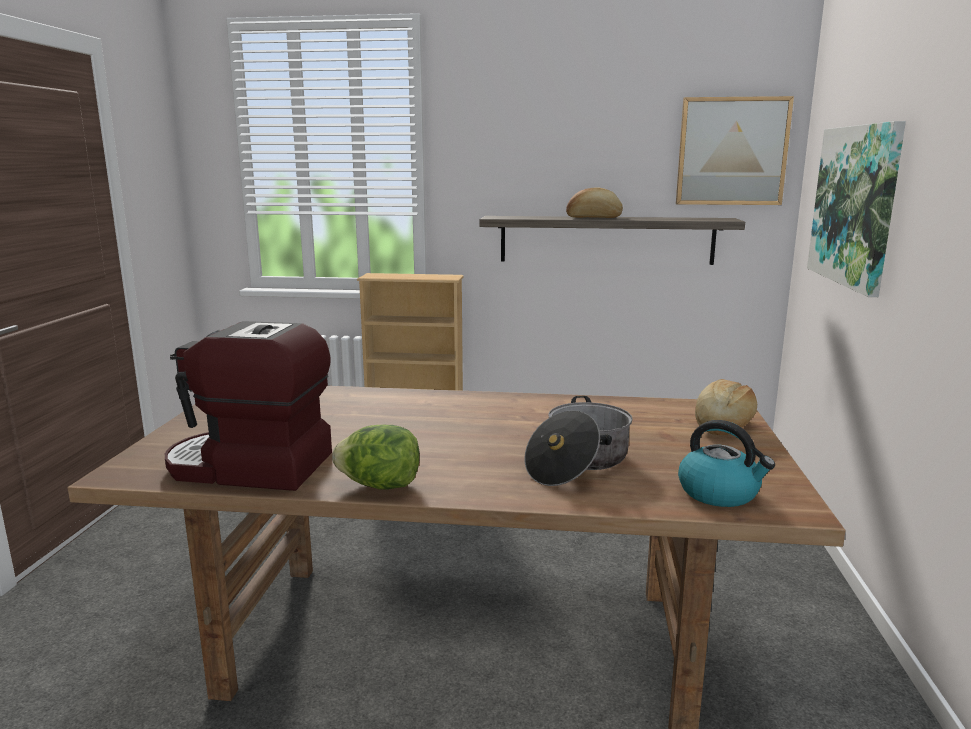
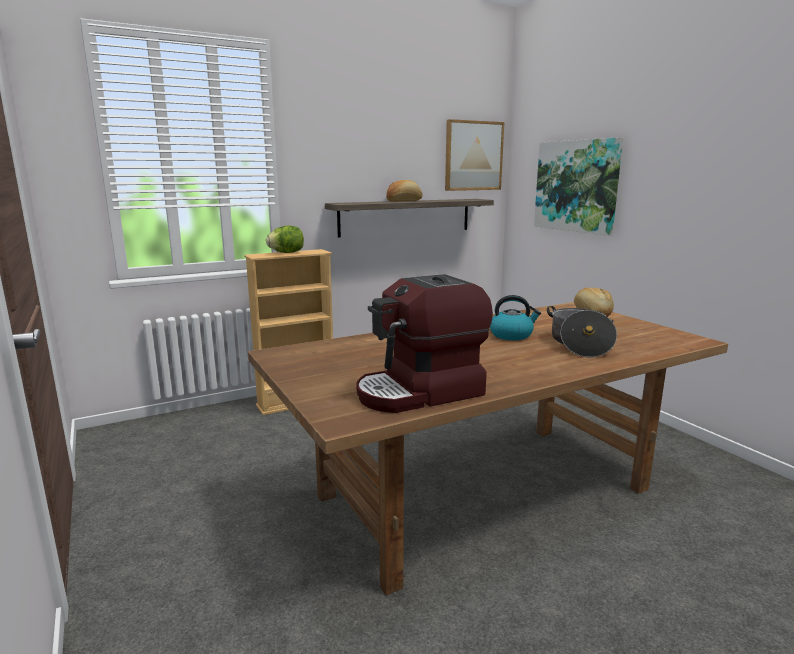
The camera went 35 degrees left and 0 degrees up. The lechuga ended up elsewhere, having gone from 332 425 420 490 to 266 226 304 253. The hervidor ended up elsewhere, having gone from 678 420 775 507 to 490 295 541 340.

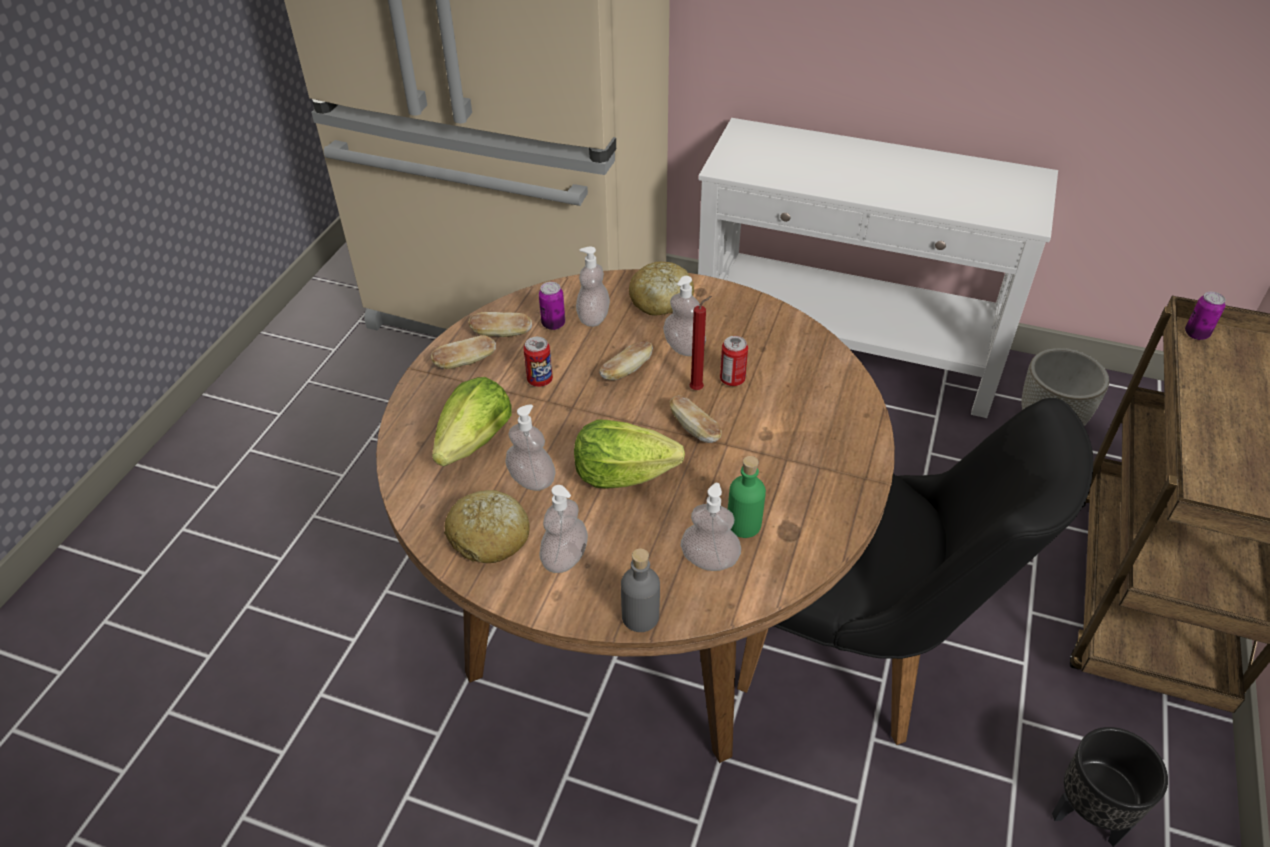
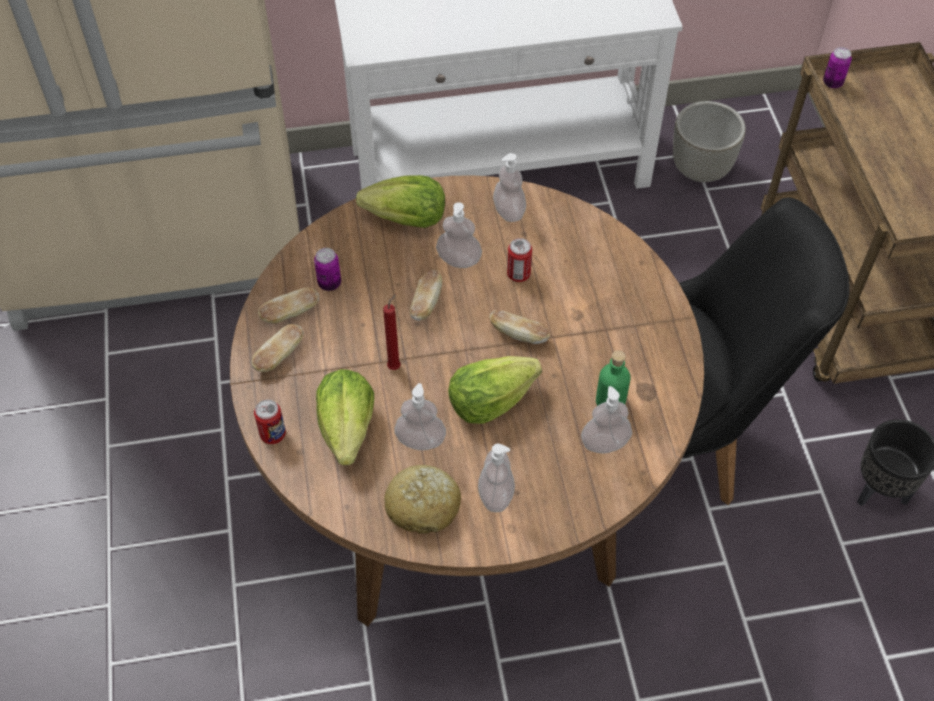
The camera went 30 degrees left and 10 degrees up. The lata ended up elsewhere, having gone from 523 337 553 387 to 254 400 286 444. The dispensador de jabón ended up elsewhere, having gone from 576 247 610 327 to 493 153 526 222. The second view lost the botella/gris at 621 549 660 632. Where the pan stood at 629 262 694 316, the lechuga came to stand at 356 175 445 228. The vela/rojo ended up elsewhere, having gone from 689 296 712 390 to 383 294 401 370.

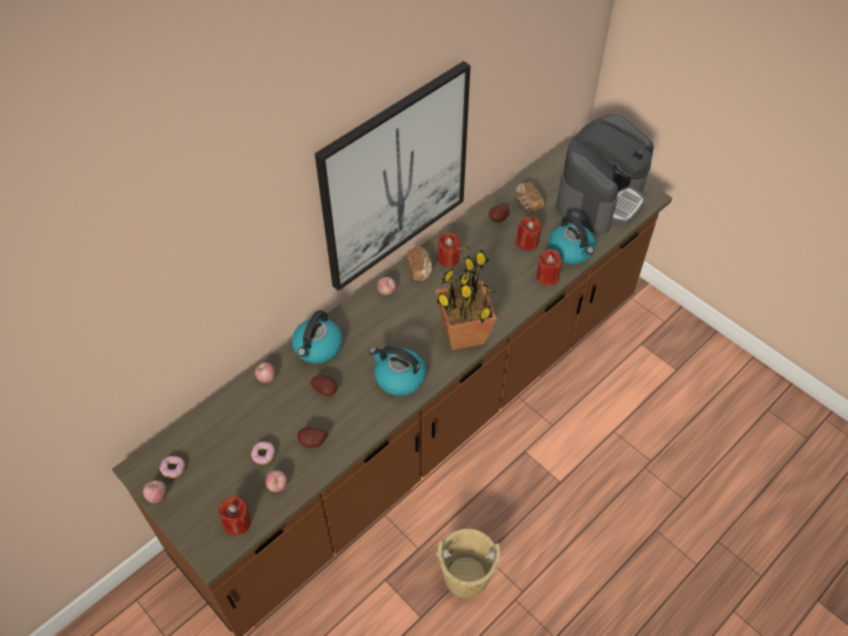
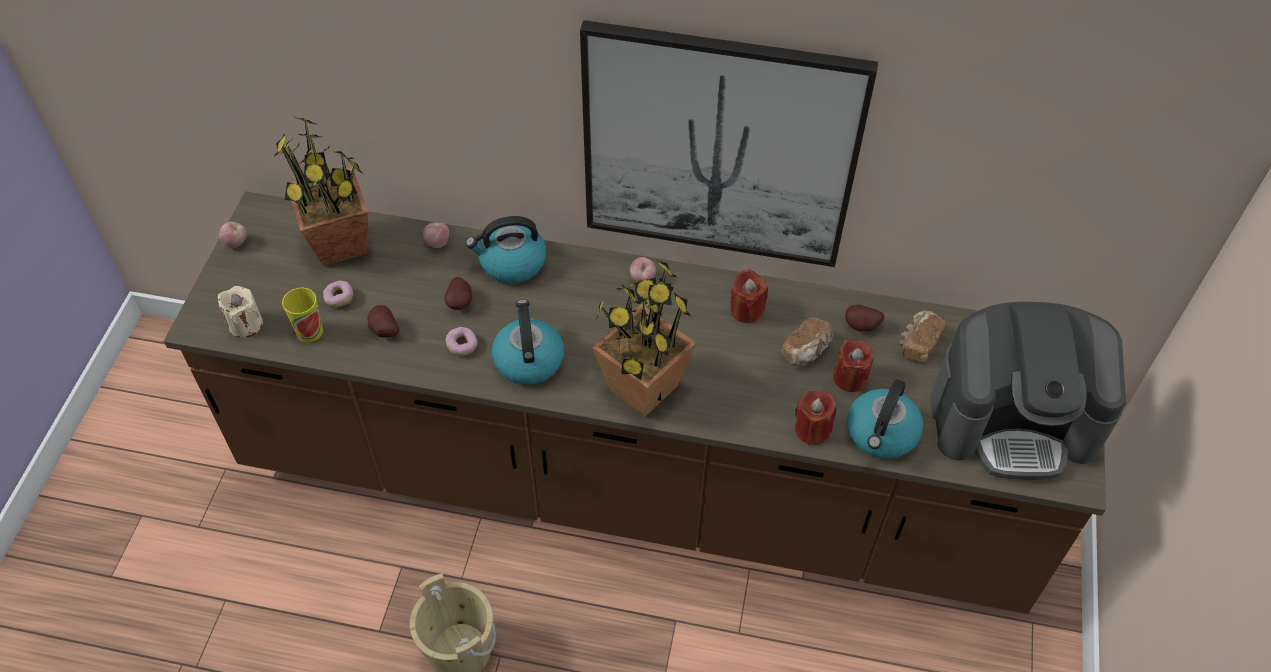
The camera went 55 degrees right and 0 degrees up. The rosquilla ended up elsewhere, having gone from 160 456 185 478 to 445 327 478 356. What was the vela/rojo at 218 496 251 536 turned into the vela/beis at 218 286 263 338. Where the manzana stood at 265 470 287 492, the taza came to stand at 282 287 323 342. The pan ended up elsewhere, having gone from 406 246 432 281 to 781 317 833 367. The second view gained the planta en maceta at 274 117 368 266.

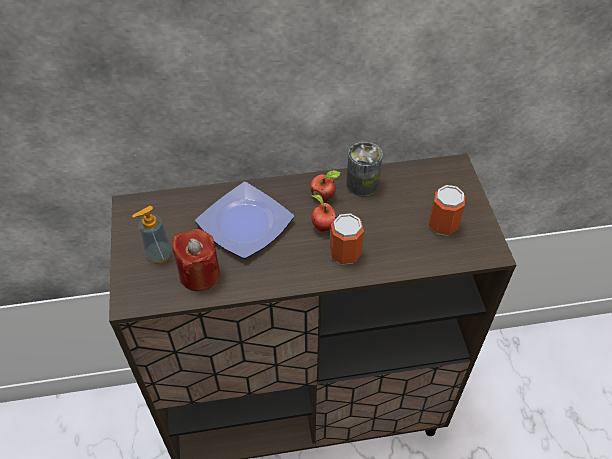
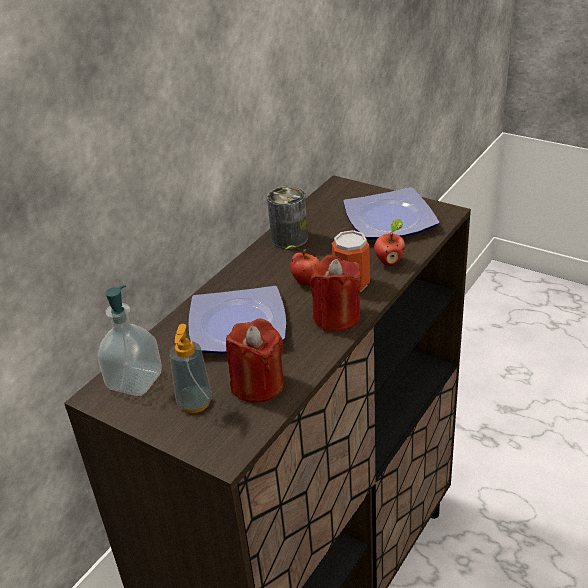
The camera went 45 degrees left and 15 degrees down. The manzana ended up elsewhere, having gone from 310 170 340 201 to 374 219 405 266. Where the lata stood at 429 185 465 236, the plato came to stand at 343 187 440 240. The second view gained the dispensador de jabón at 97 285 162 396. The second view gained the vela/rojo at 310 255 361 332.

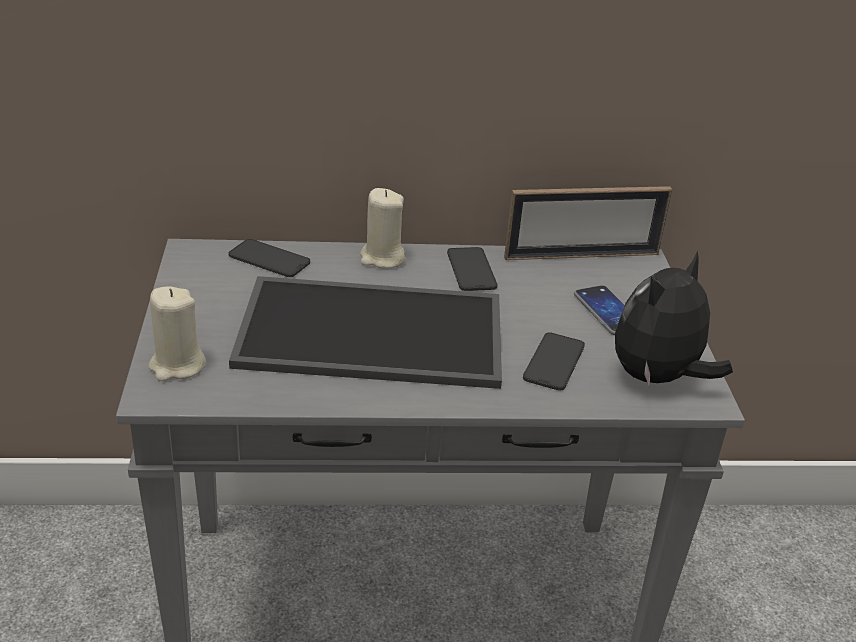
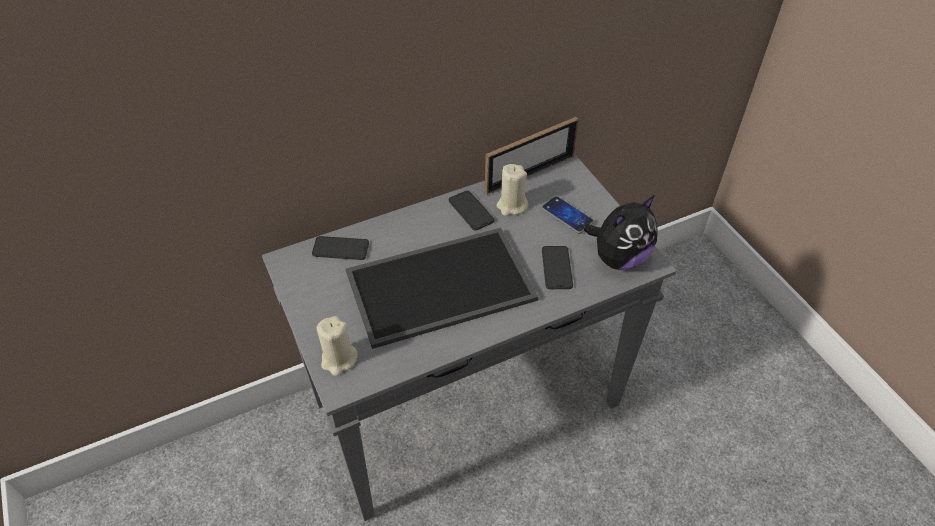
The camera went 20 degrees left and 15 degrees up. The vela/beis ended up elsewhere, having gone from 360 188 405 269 to 496 164 528 216. The peluche at 615 251 733 388 ended up facing another way, 150 degrees counterclockwise from before.

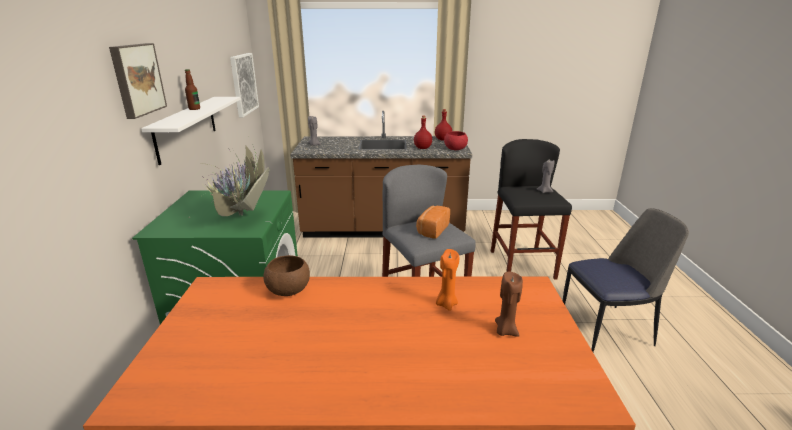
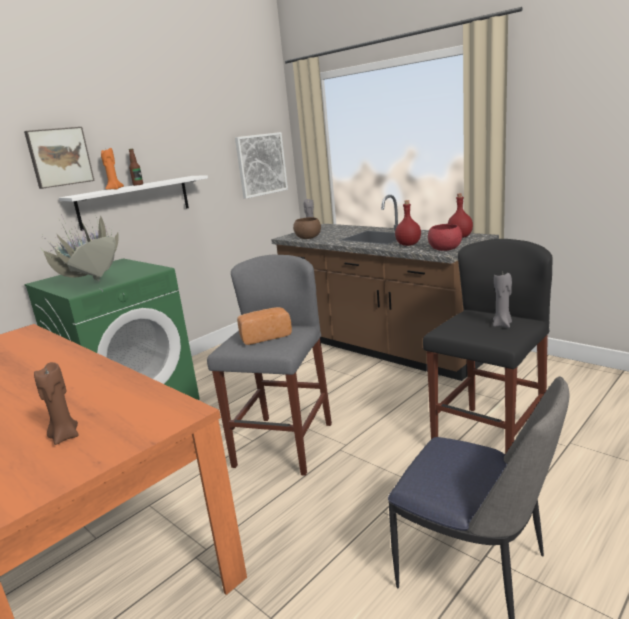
The camera went 45 degrees right and 5 degrees down. The cuenco/marrón ended up elsewhere, having gone from 263 255 310 296 to 293 217 321 239. The vela/naranja ended up elsewhere, having gone from 436 249 459 311 to 101 148 124 190.

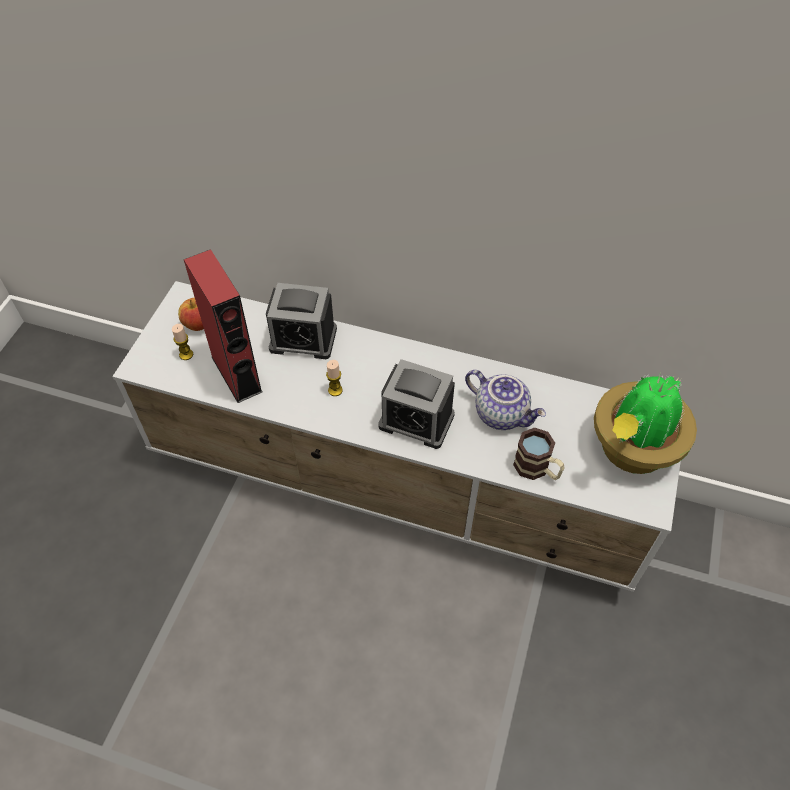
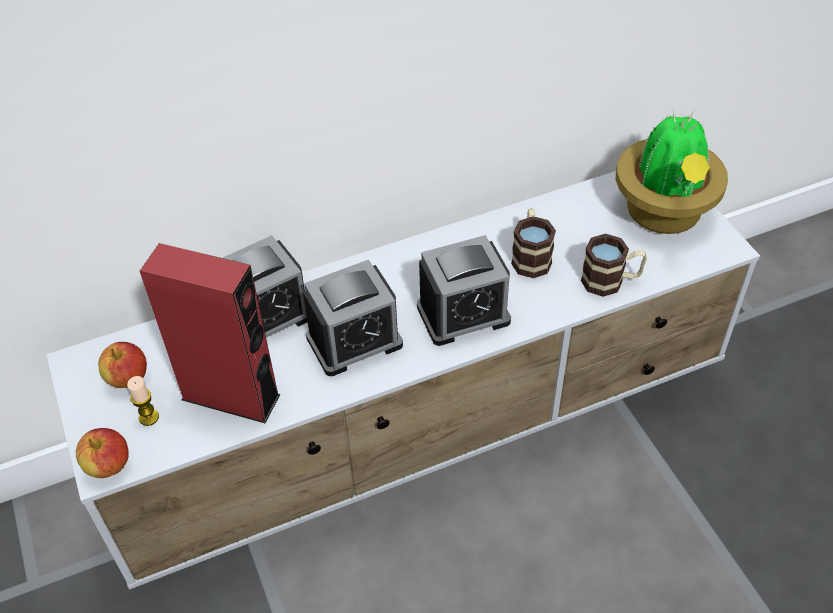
The camera went 40 degrees left and 5 degrees down. Where the vela stood at 326 360 343 396, the despertador came to stand at 303 259 403 376. Where the tetera stood at 465 370 546 430, the taza grande came to stand at 511 209 556 278. The second view gained the manzana at 76 428 129 478.

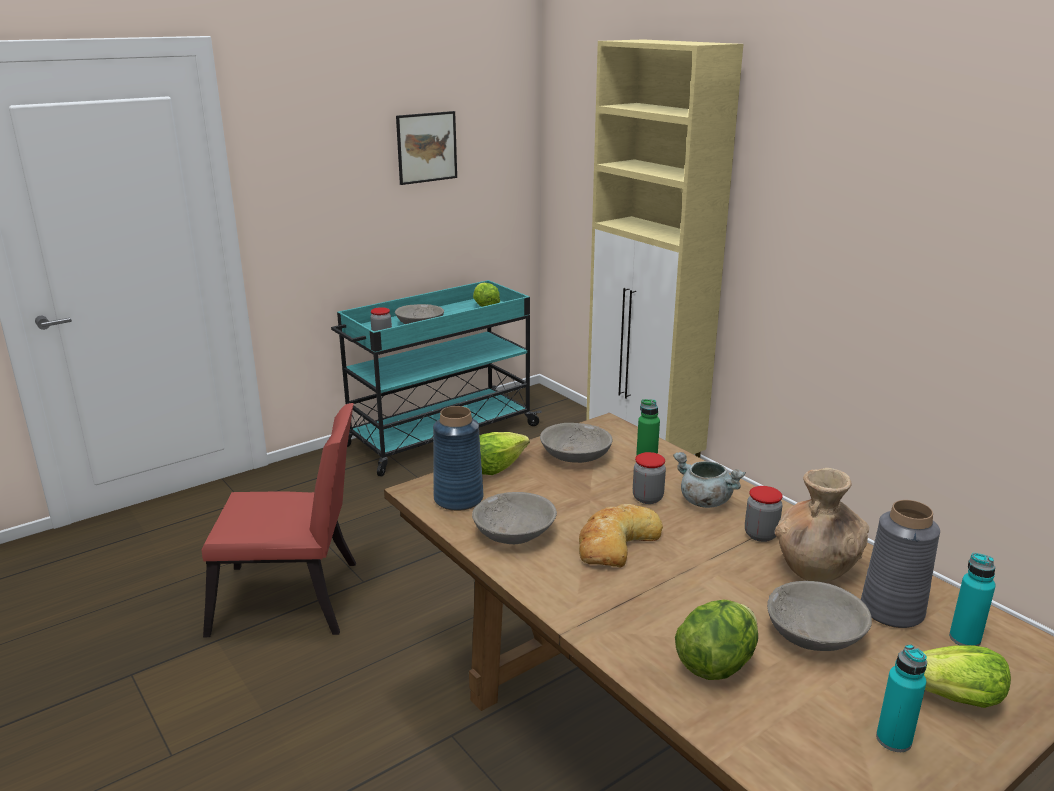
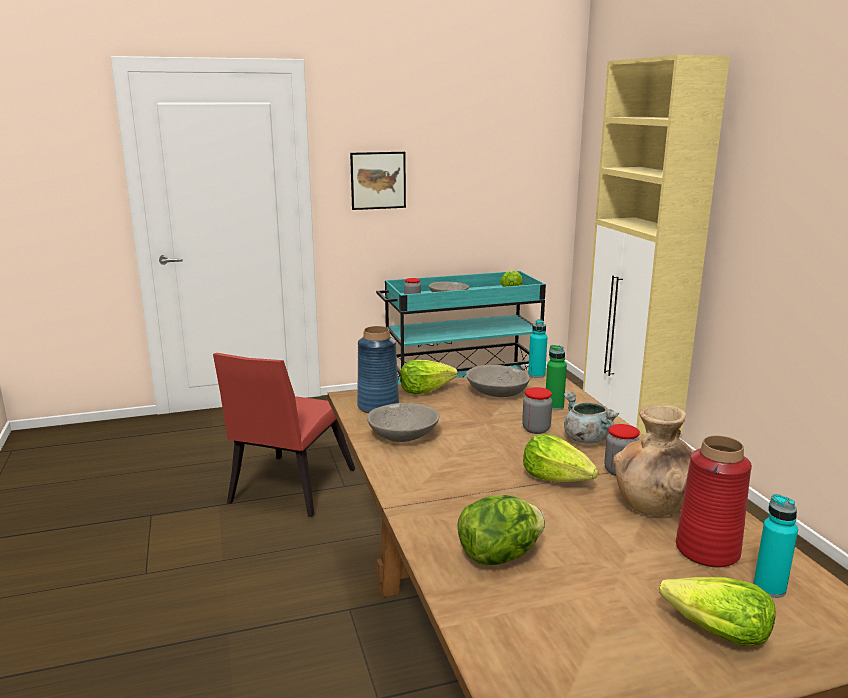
The camera went 20 degrees right and 5 degrees down. The silla/rojo at 202 403 356 637 ended up facing another way, 90 degrees clockwise from before. The cuadro ended up elsewhere, having gone from 396 111 457 185 to 350 152 406 210. The second view lost the pan at 579 504 663 567. The second view lost the cuenco/gris at 767 581 872 651. What was the florero/gris at 861 500 940 628 turned into the florero/rojo at 676 436 752 568. The botella/turquesa ended up elsewhere, having gone from 876 645 927 752 to 528 319 548 378. The second view gained the lechuga at 523 434 599 482.

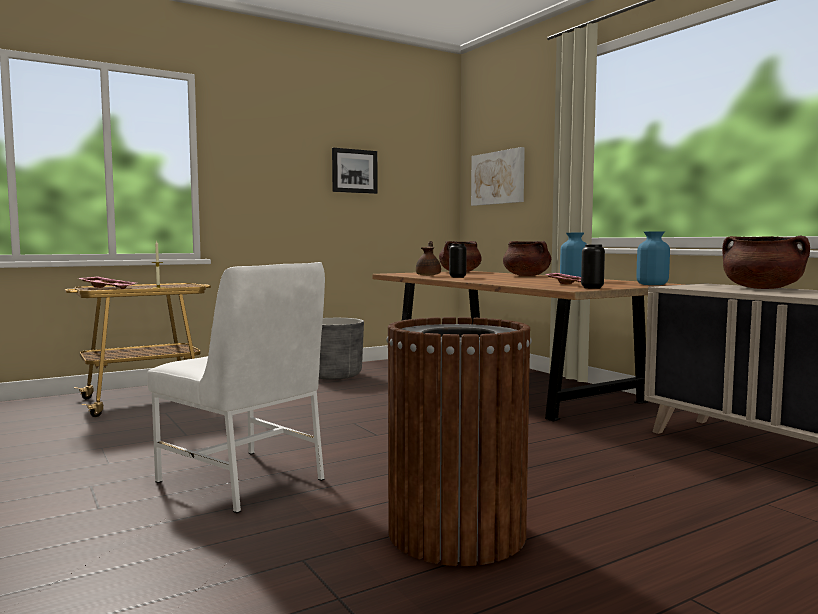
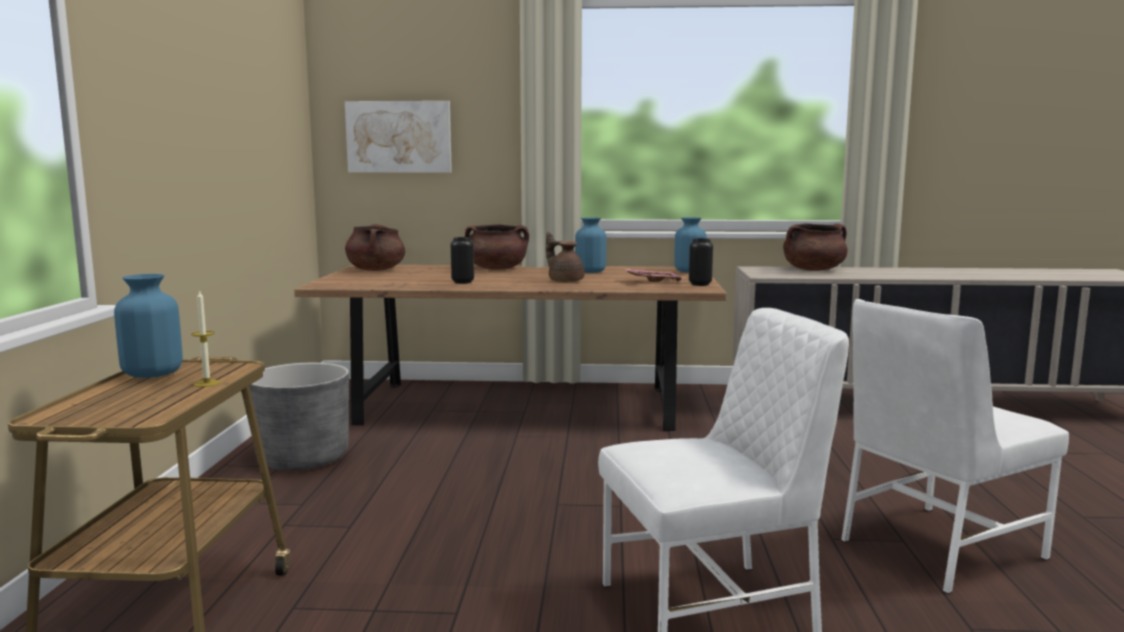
The camera went 55 degrees left and 5 degrees up. The second view lost the bandeja/rosa at 77 276 135 289. The second view lost the cuadro at 332 148 378 194. Where the papelera/marrón stood at 386 317 532 566, the silla/blanco came to stand at 841 299 1069 594. The tetera/marrón ended up elsewhere, having gone from 416 241 441 276 to 546 232 585 282. The second view gained the florero/azul at 114 274 183 378.

